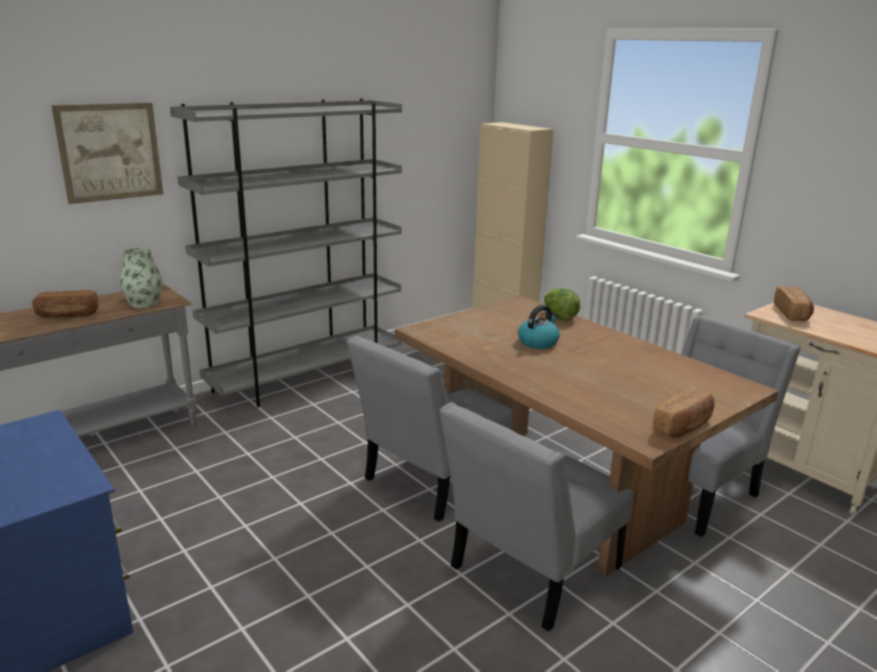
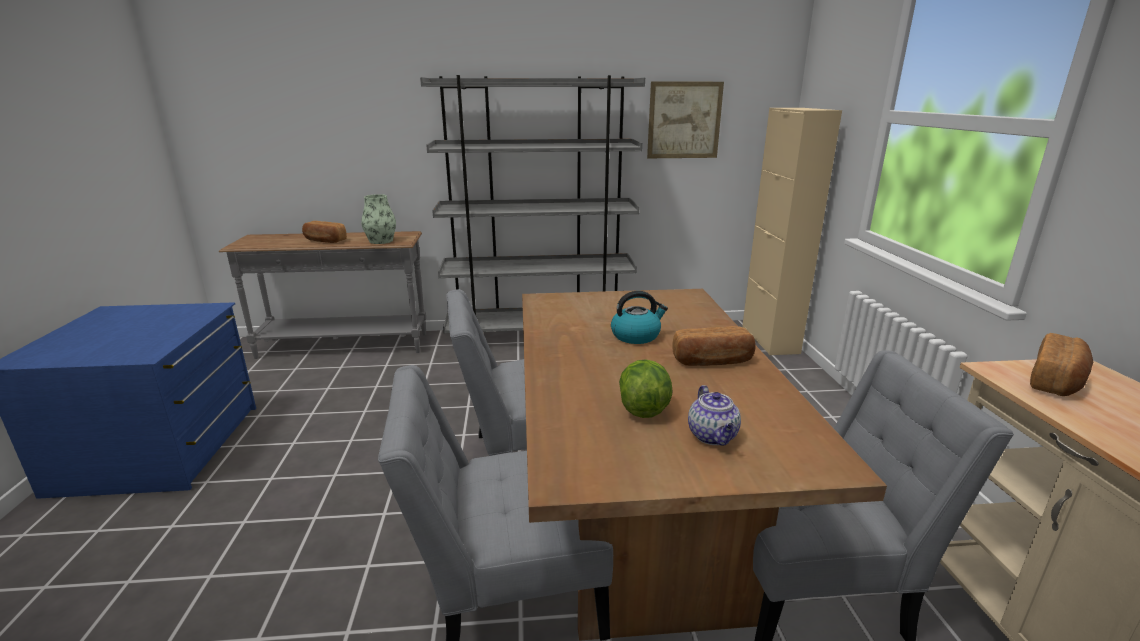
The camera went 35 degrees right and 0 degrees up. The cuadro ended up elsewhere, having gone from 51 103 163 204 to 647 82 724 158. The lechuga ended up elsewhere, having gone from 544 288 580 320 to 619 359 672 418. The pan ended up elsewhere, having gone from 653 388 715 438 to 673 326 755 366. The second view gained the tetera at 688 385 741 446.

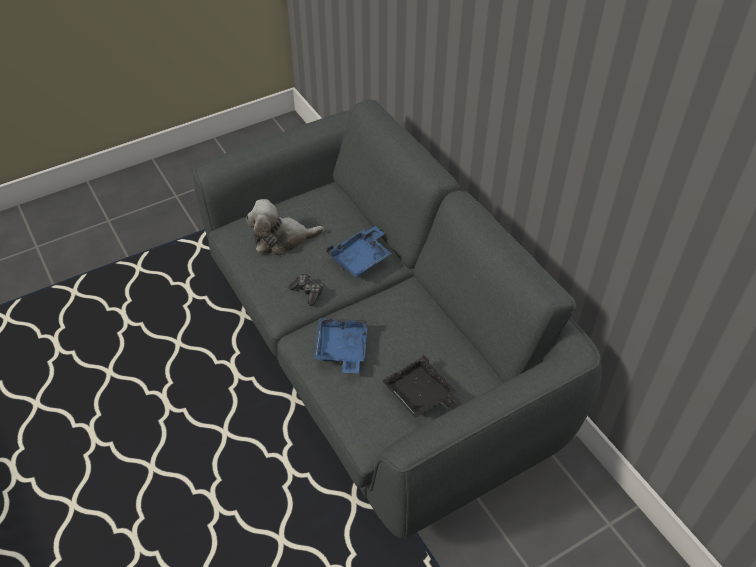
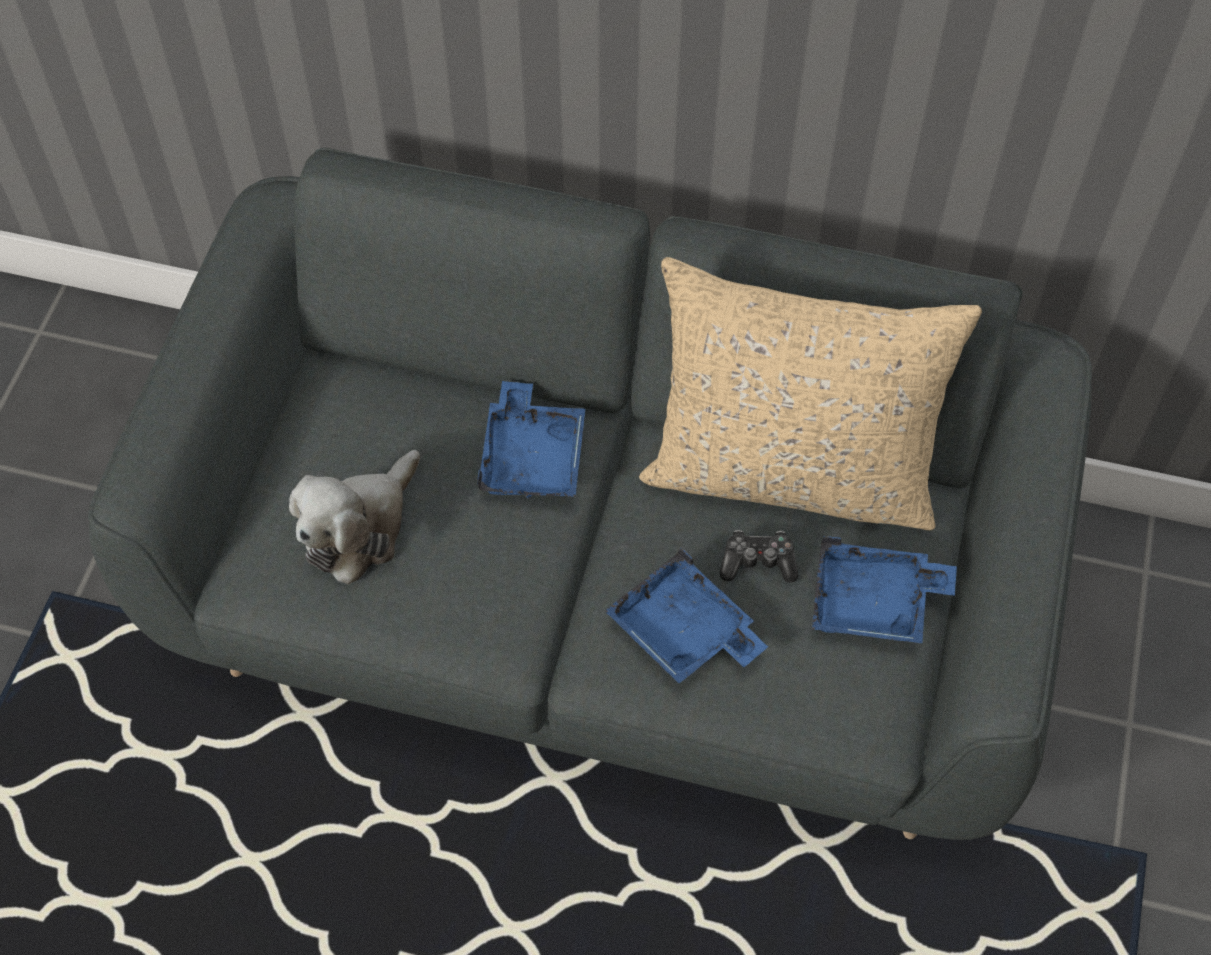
The camera went 45 degrees left and 10 degrees up. The mando de consola ended up elsewhere, having gone from 289 274 323 306 to 720 530 798 582. What was the bandeja/negro at 382 354 462 418 turned into the bandeja/azul at 812 536 957 643. The second view gained the cojín/beis at 639 257 982 530.

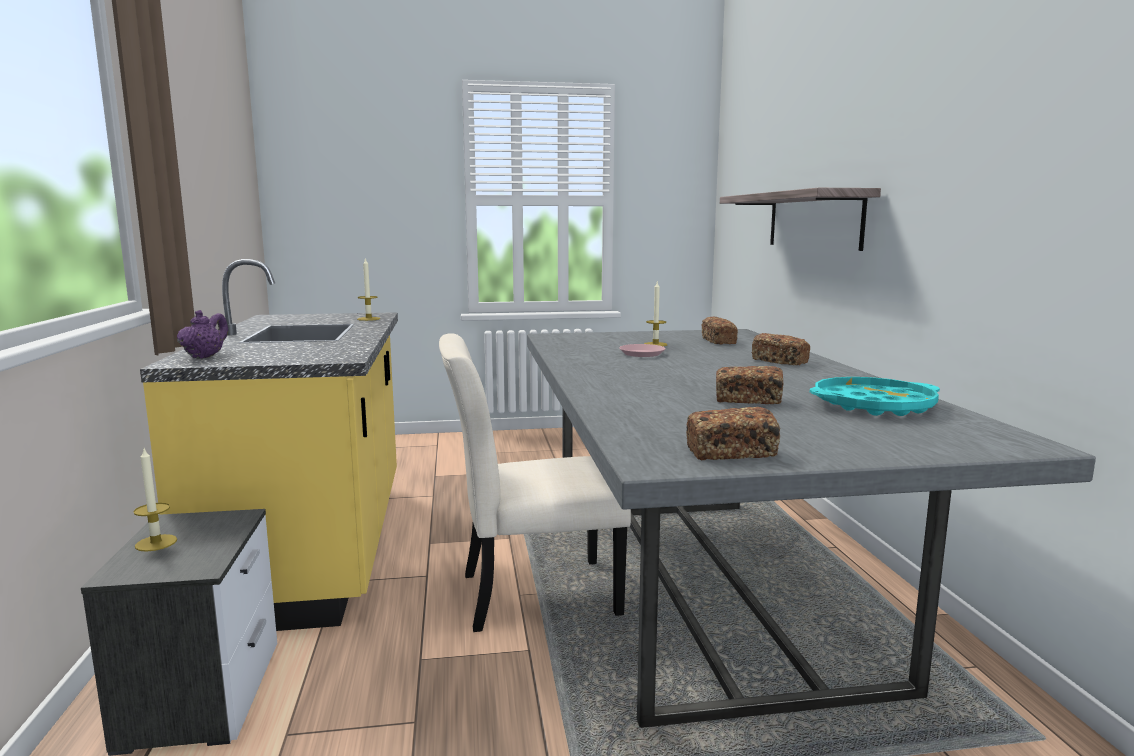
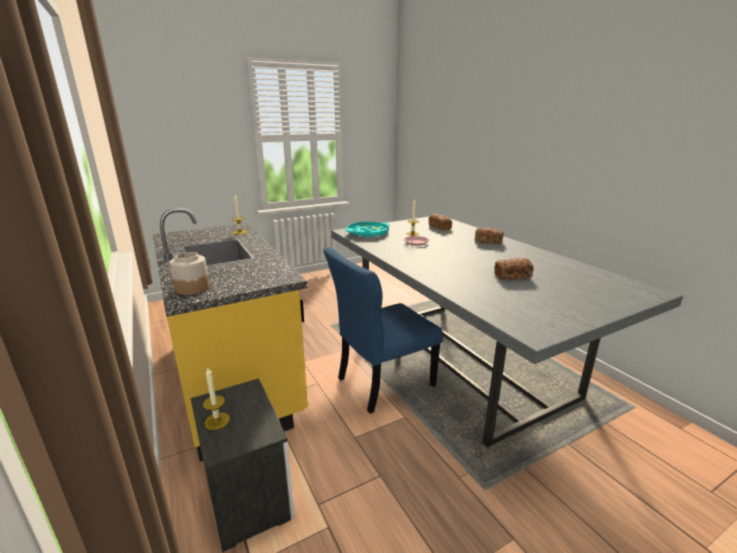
The camera went 20 degrees left and 10 degrees up. Where the tetera/morado stood at 177 310 228 359, the tarro came to stand at 169 252 210 295. What was the silla/beis at 439 333 631 632 turned into the silla/azul at 323 247 443 413. The second view lost the pan at 686 407 780 460. The second view lost the estante at 720 188 881 251. The bandeja/turquesa ended up elsewhere, having gone from 810 377 940 416 to 345 222 390 237.

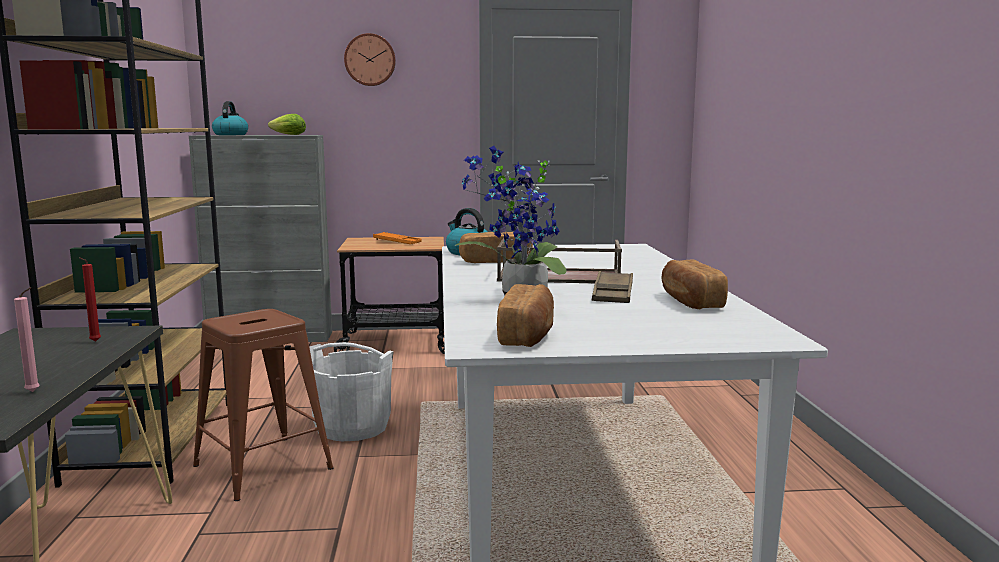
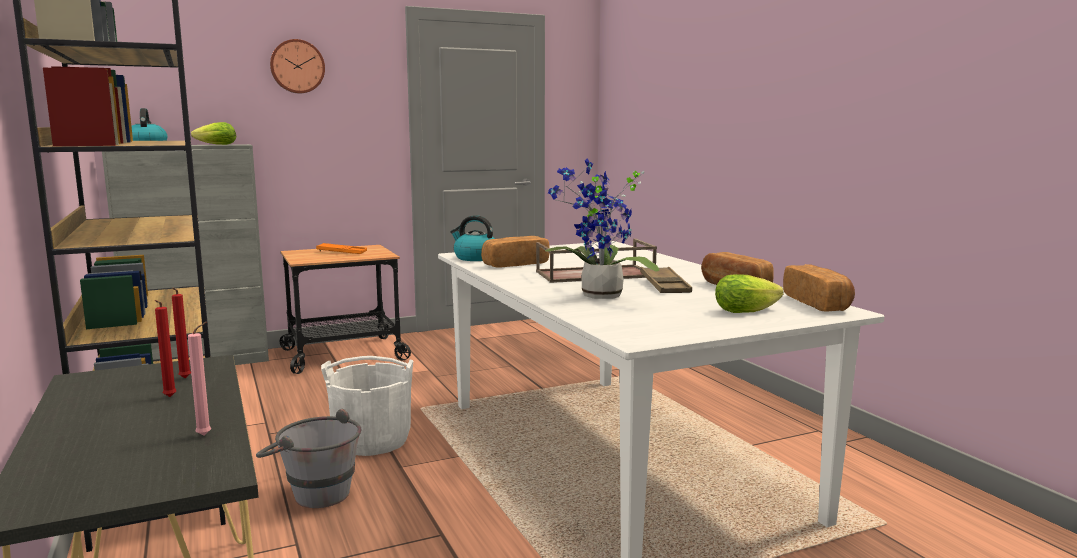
The camera went 20 degrees left and 0 degrees up. Where the taburete/marrón stood at 193 309 333 501, the cubo/gris came to stand at 256 409 361 508. The pan ended up elsewhere, having gone from 497 284 554 347 to 783 264 855 311. The second view gained the vela/rojo at 155 300 177 397. The second view gained the lechuga at 715 274 784 313.

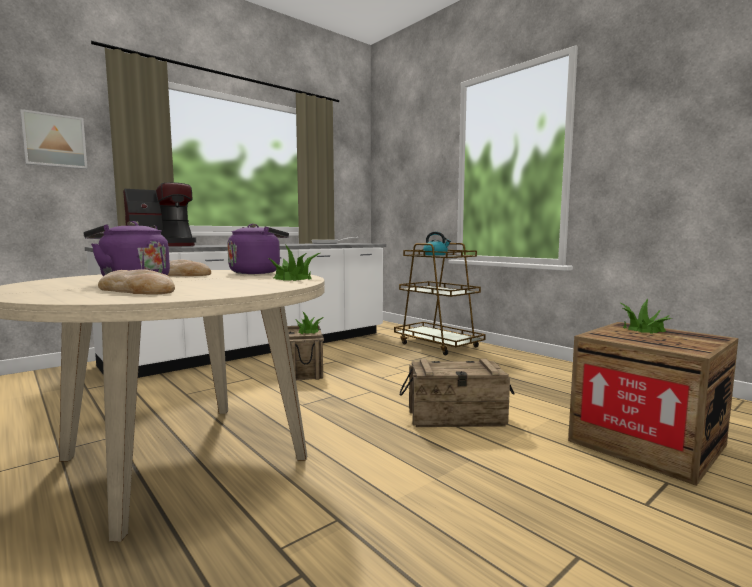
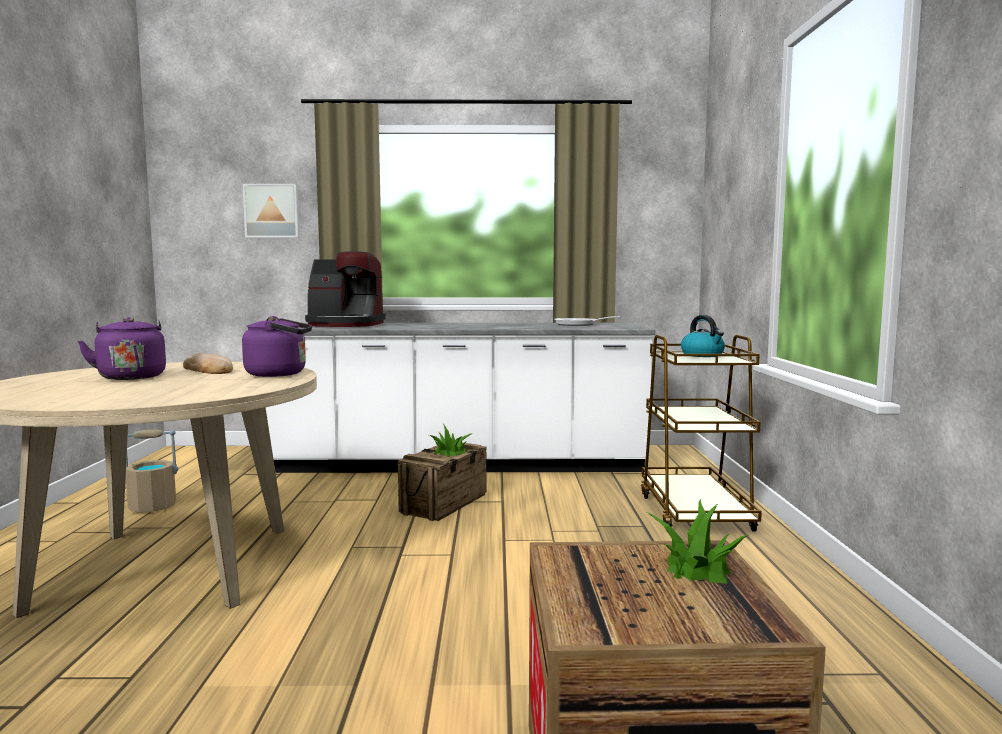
The camera went 40 degrees right and 0 degrees up. The second view lost the pan at 98 270 175 295. The second view lost the planta en maceta at 268 244 320 281. The second view lost the caja de embalaje at 400 359 514 427. The second view gained the cubo/beis at 126 430 178 513.

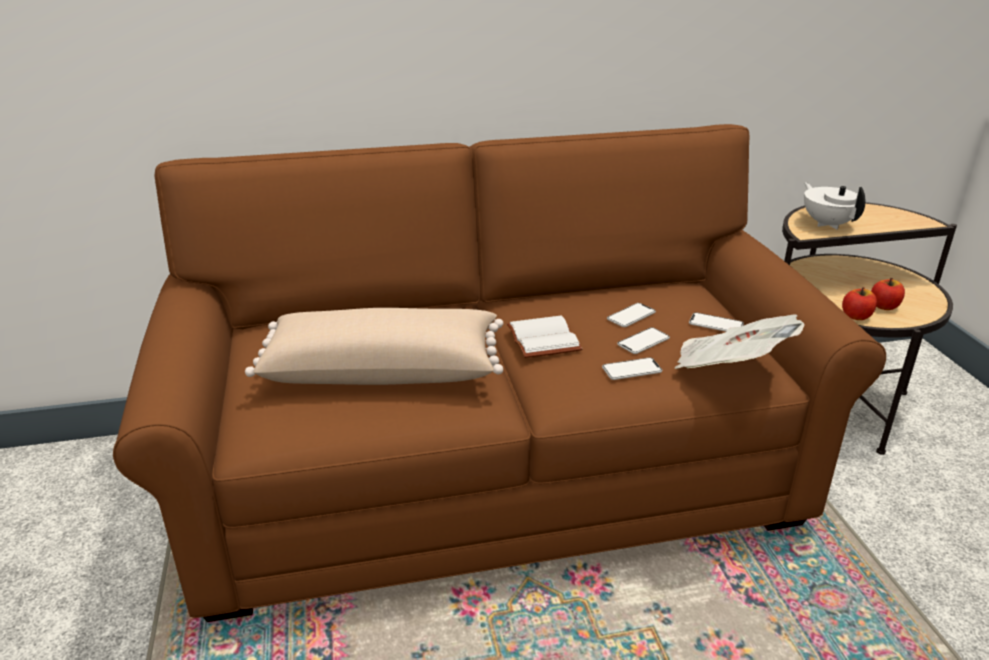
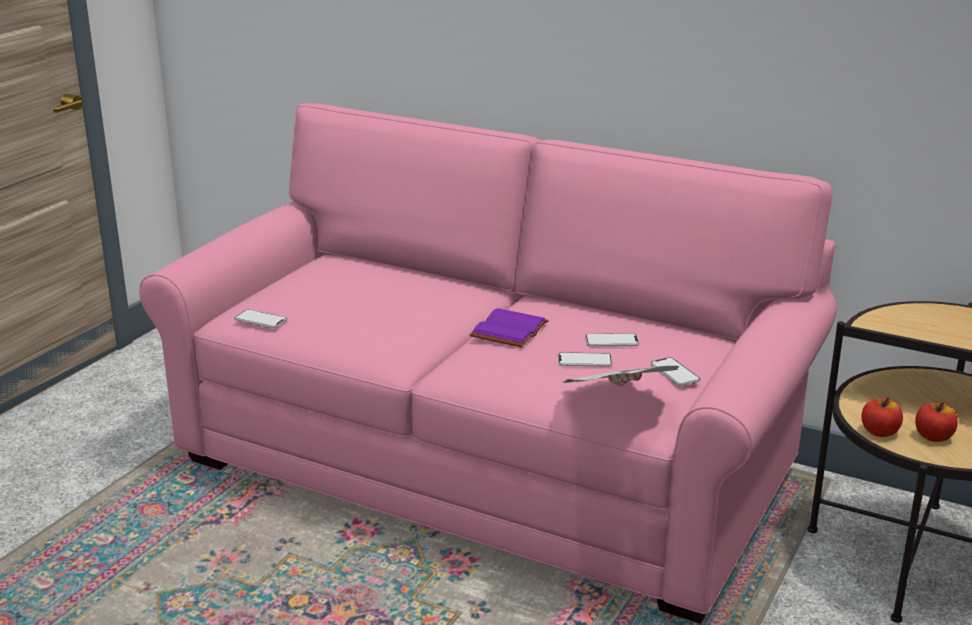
The camera went 40 degrees right and 5 degrees down. What was the sofá/marrón at 113 124 886 622 turned into the sofá/rosa at 139 103 837 623. The second view lost the cojín/beis at 245 308 503 385. What was the libro/blanco at 507 316 582 358 turned into the libro/morado at 470 308 549 347. The móvil ended up elsewhere, having gone from 602 357 662 380 to 234 309 287 328. The second view lost the tetera/blanco at 804 182 866 229.

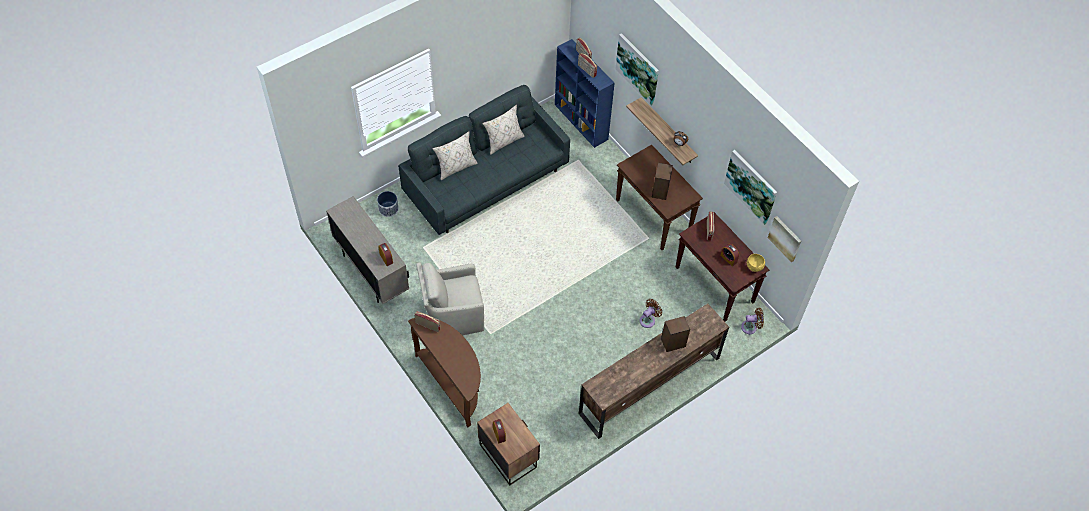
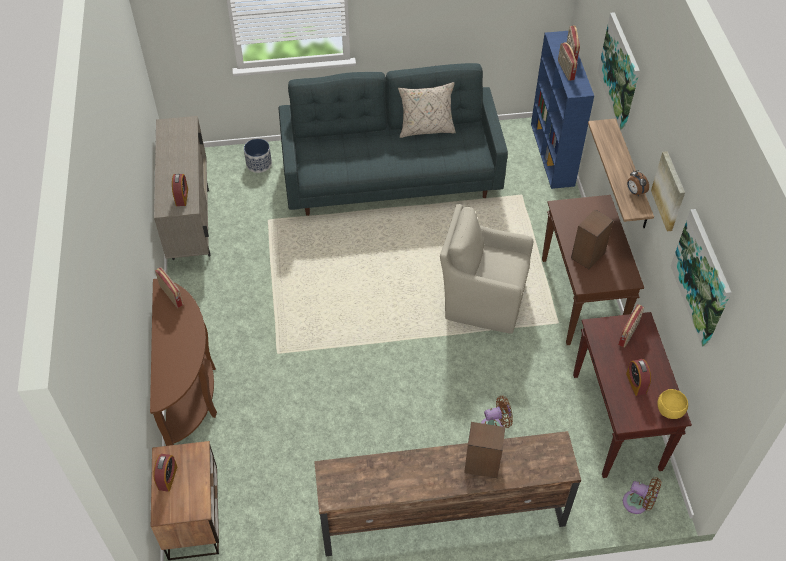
The camera went 30 degrees right and 5 degrees down. The sillón/beis ended up elsewhere, having gone from 416 262 484 335 to 440 204 533 334. The second view lost the cojín/beis at 432 131 478 180. The cuadro ended up elsewhere, having gone from 768 216 801 262 to 651 151 685 231.

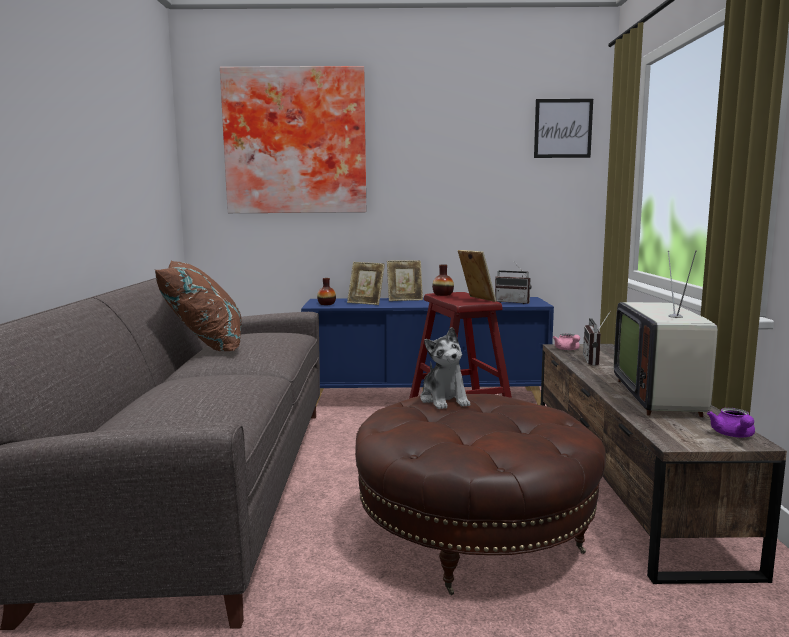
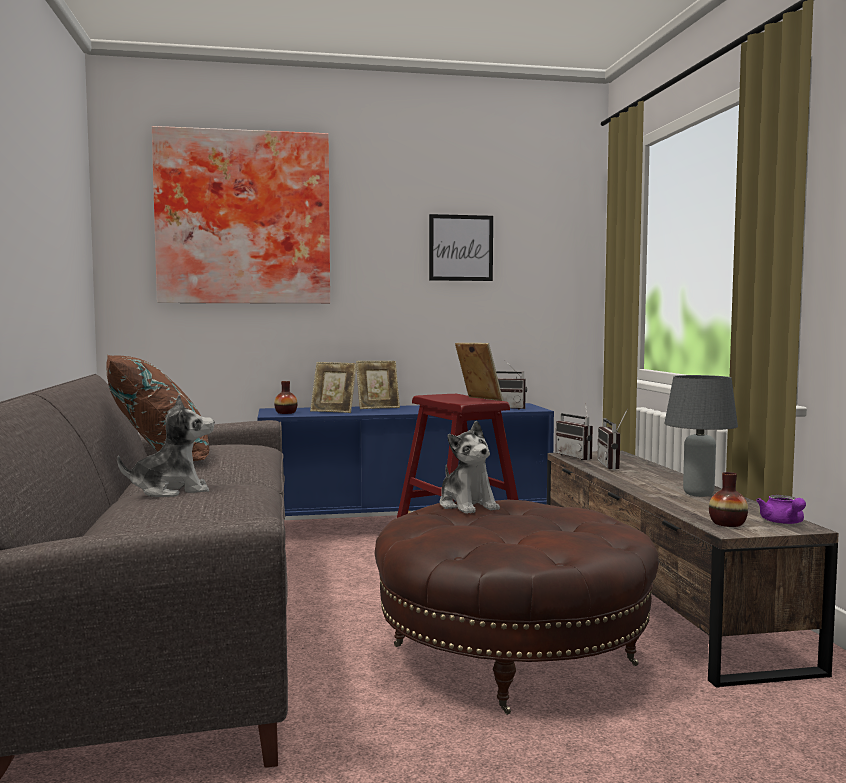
The camera went 10 degrees left and 5 degrees down. The florero ended up elsewhere, having gone from 432 265 454 296 to 709 472 748 527. The cuadro ended up elsewhere, having gone from 534 99 593 158 to 429 214 493 281. Where the tetera/rosa stood at 553 334 580 351, the radio came to stand at 555 402 593 460. Where the televisor stood at 614 250 718 417, the lámpara de mesa/gris came to stand at 664 375 738 497. The second view gained the peluche at 117 394 214 497.

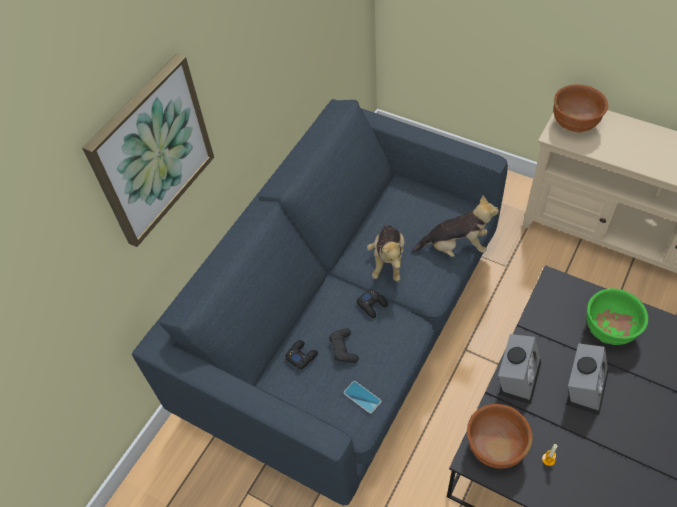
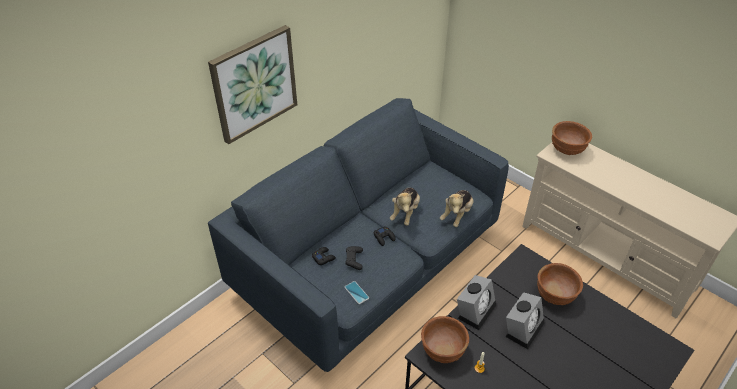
The camera went 10 degrees right and 10 degrees down. The peluche at 411 195 499 257 ended up facing another way, 105 degrees clockwise from before. What was the cuenco/verde at 586 288 648 345 turned into the cuenco/marrón at 537 263 583 305.

